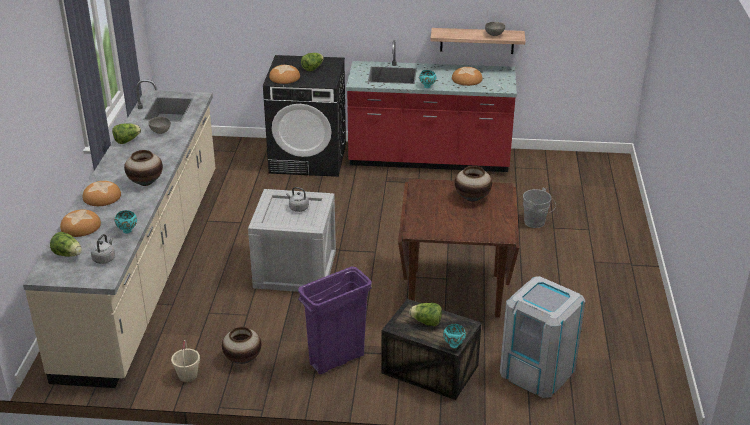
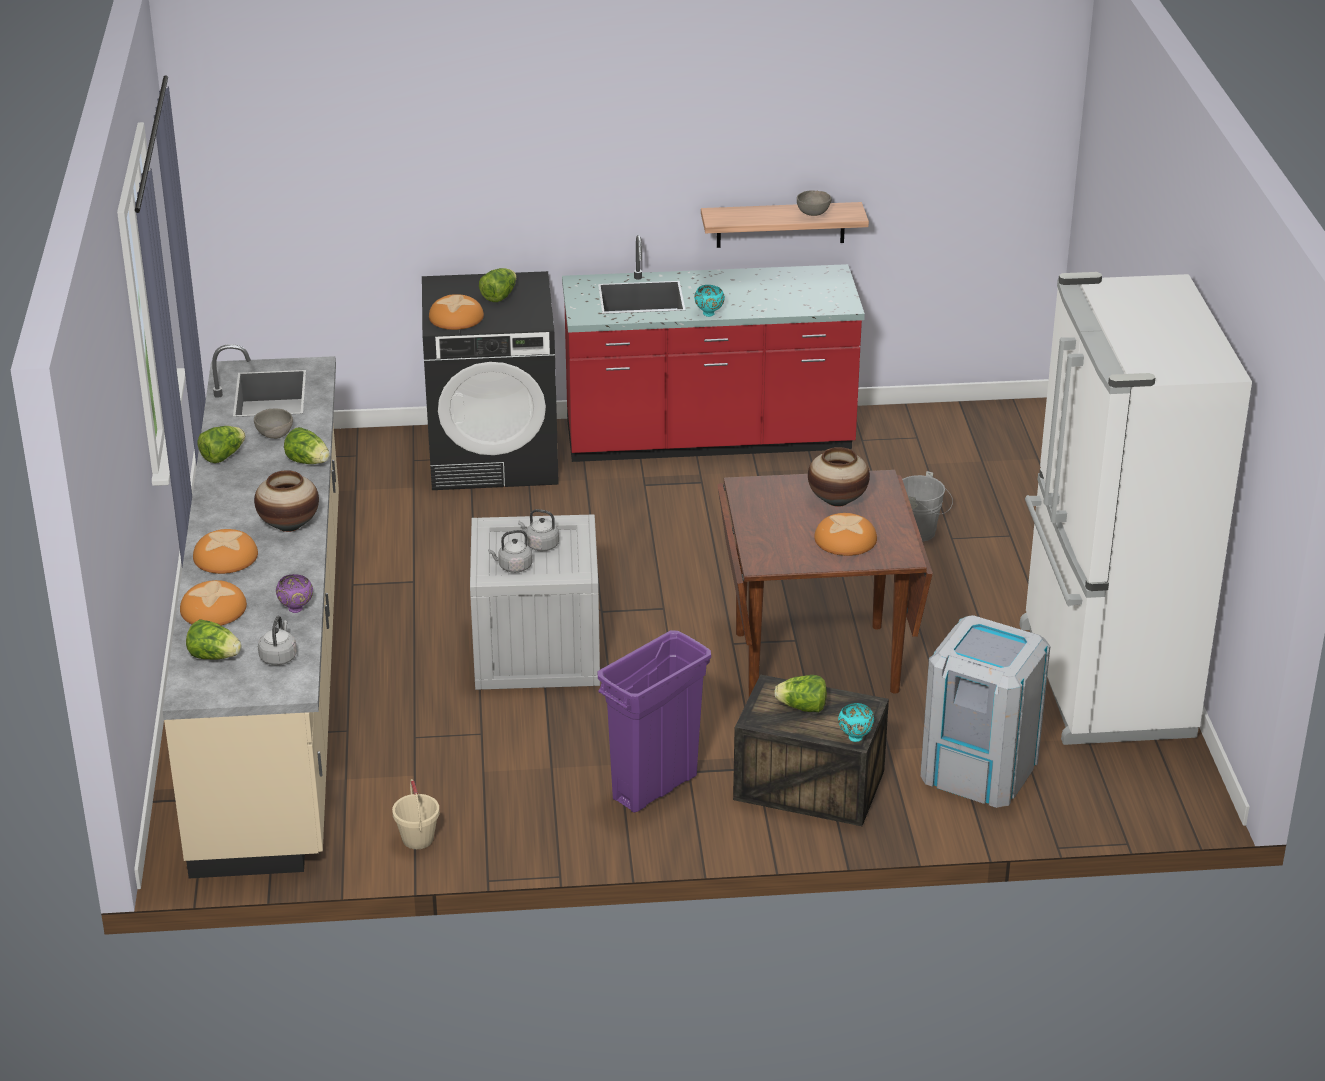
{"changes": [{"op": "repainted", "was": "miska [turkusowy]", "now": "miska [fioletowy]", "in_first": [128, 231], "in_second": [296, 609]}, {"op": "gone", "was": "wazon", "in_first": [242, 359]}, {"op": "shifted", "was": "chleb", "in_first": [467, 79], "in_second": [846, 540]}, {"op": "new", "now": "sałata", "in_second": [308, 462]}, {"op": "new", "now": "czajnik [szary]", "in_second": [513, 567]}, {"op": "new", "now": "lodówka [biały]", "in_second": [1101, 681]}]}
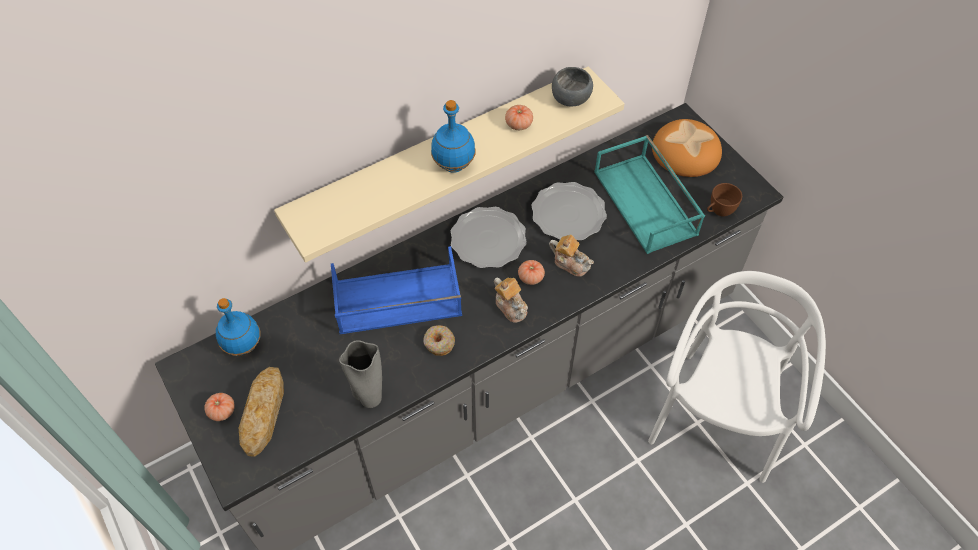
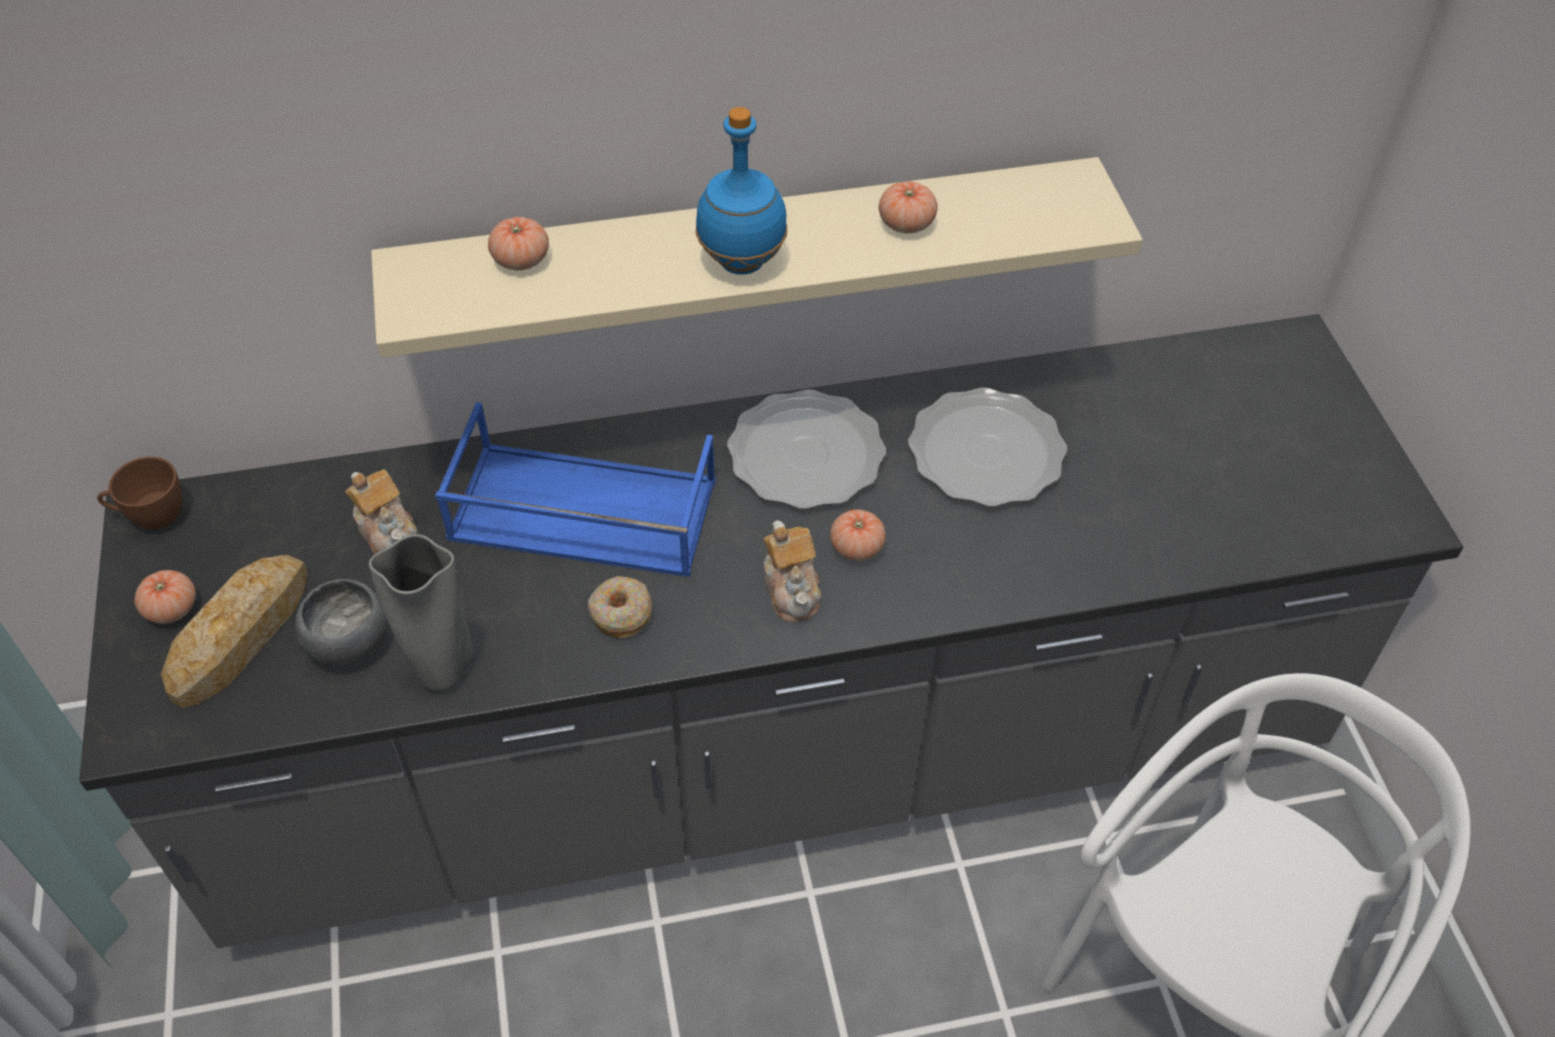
{"changes": [{"op": "gone", "was": "butelka [niebieski]", "in_first": [244, 345]}, {"op": "shifted", "was": "imbryk", "in_first": [570, 263], "in_second": [388, 532]}, {"op": "shifted", "was": "miska [szary]", "in_first": [571, 98], "in_second": [351, 642]}, {"op": "gone", "was": "taca [turkusowy]", "in_first": [647, 203]}, {"op": "gone", "was": "chleb", "in_first": [686, 152]}, {"op": "shifted", "was": "filiżanka [brązowy]", "in_first": [718, 211], "in_second": [151, 517]}, {"op": "new", "now": "pomidor", "in_second": [521, 260]}]}
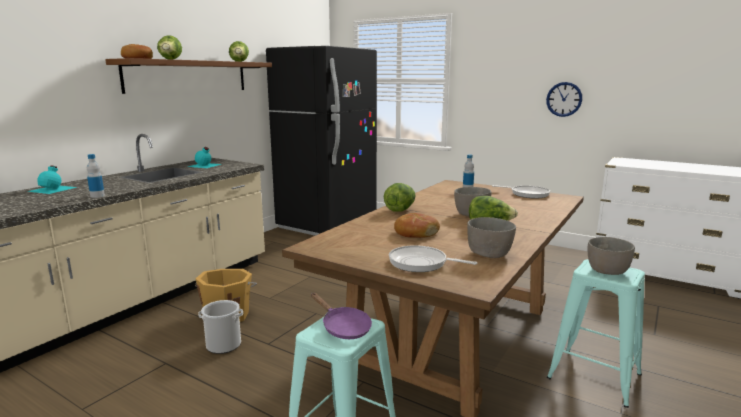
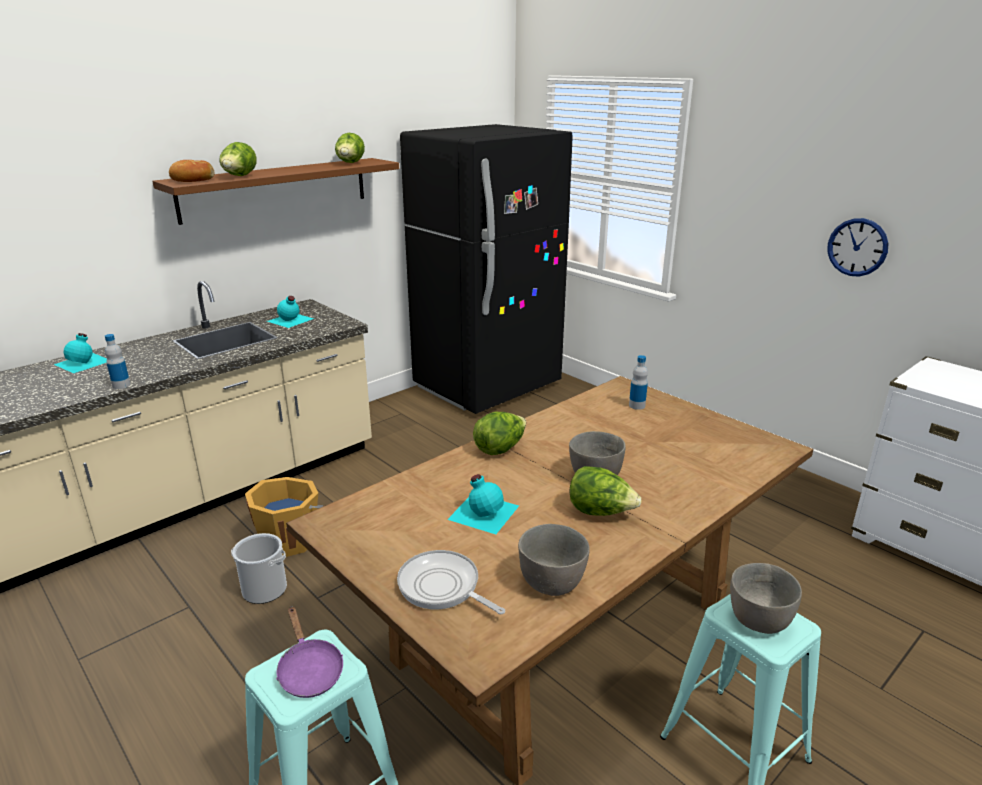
{"changes": [{"op": "swapped", "was": "chleb", "now": "butelka [turkusowy]", "in_first": [415, 233], "in_second": [483, 511]}, {"op": "gone", "was": "patelnia", "in_first": [527, 194]}]}
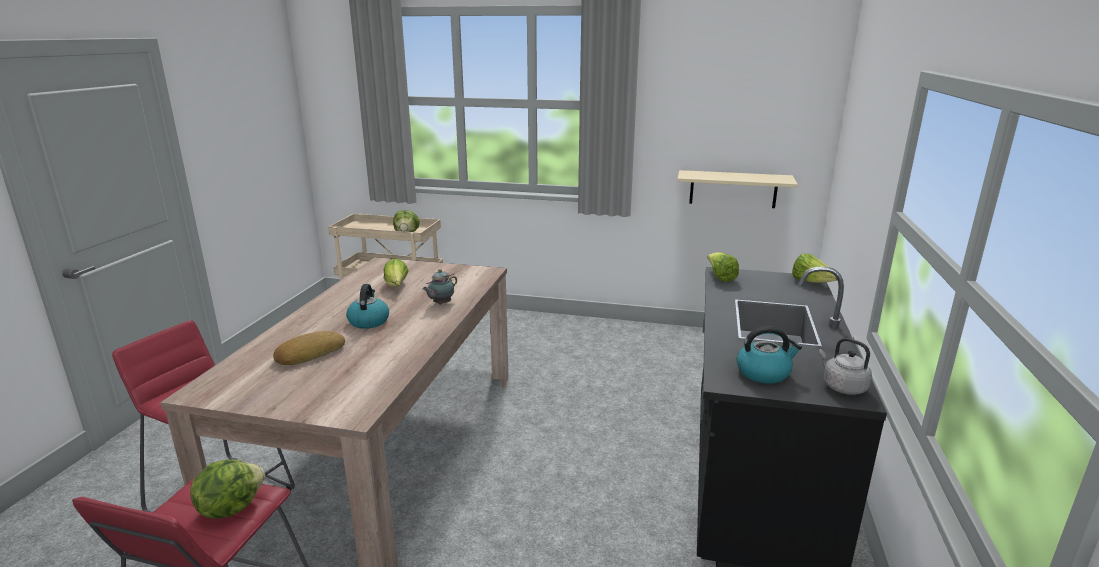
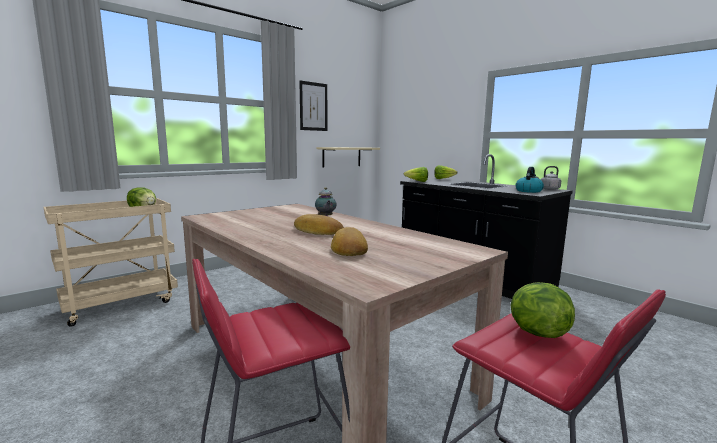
{"changes": [{"op": "swapped", "was": "czajnik", "now": "chleb", "in_first": [368, 321], "in_second": [317, 231]}, {"op": "gone", "was": "sałata", "in_first": [397, 286]}, {"op": "new", "now": "obraz", "in_second": [313, 106]}]}
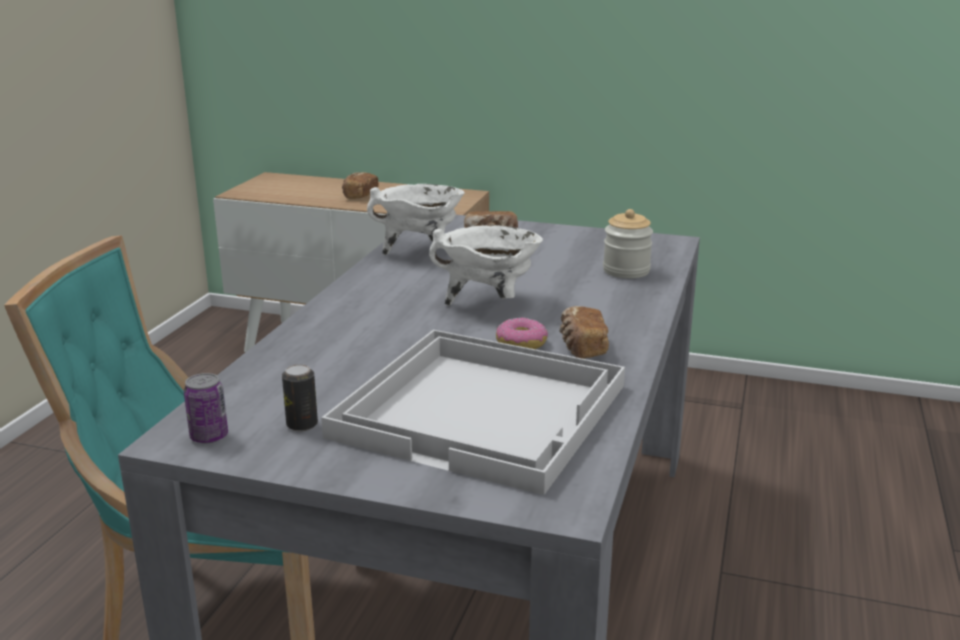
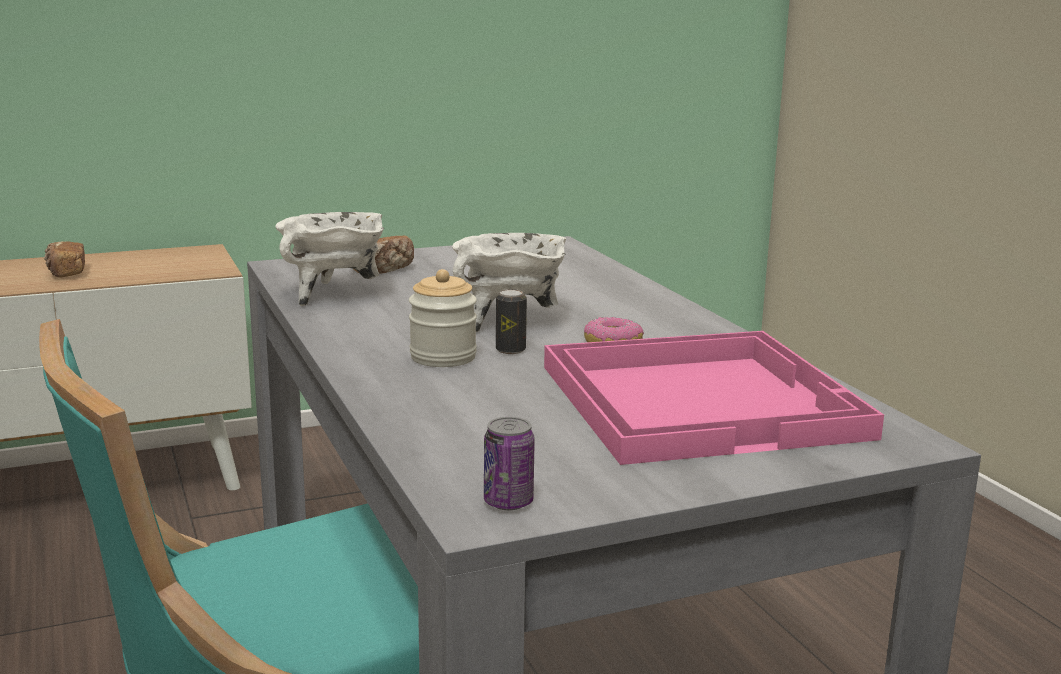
{"changes": [{"op": "shifted", "was": "puszka", "in_first": [302, 425], "in_second": [510, 350]}, {"op": "repainted", "was": "taca [biały]", "now": "taca [różowy]", "in_first": [484, 410], "in_second": [701, 399]}, {"op": "gone", "was": "chleb", "in_first": [581, 348]}, {"op": "shifted", "was": "słoik", "in_first": [626, 271], "in_second": [443, 357]}]}
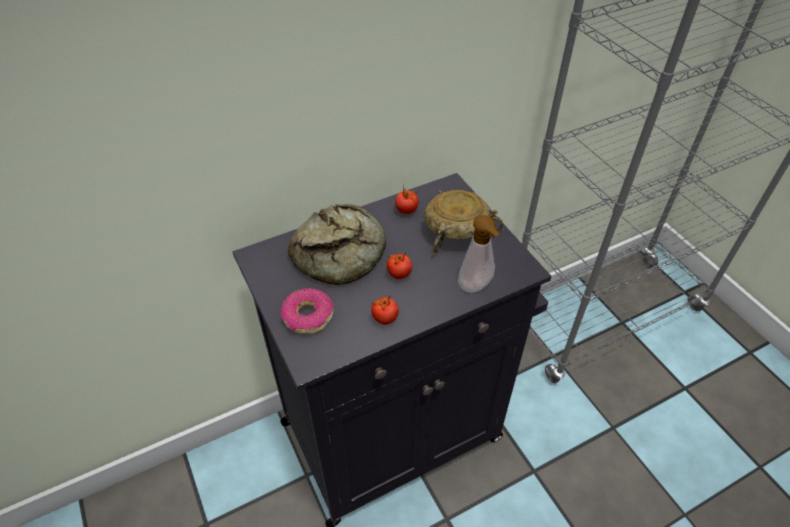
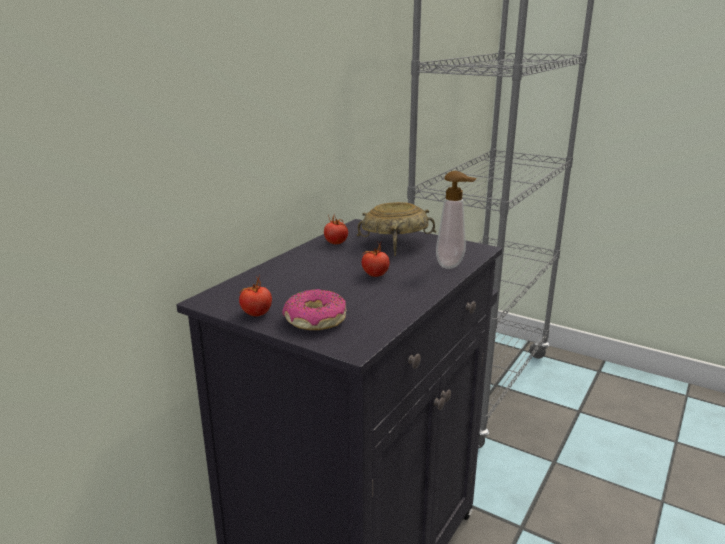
{"changes": [{"op": "gone", "was": "chleb", "in_first": [342, 252]}, {"op": "shifted", "was": "pomidor", "in_first": [385, 318], "in_second": [256, 314]}]}
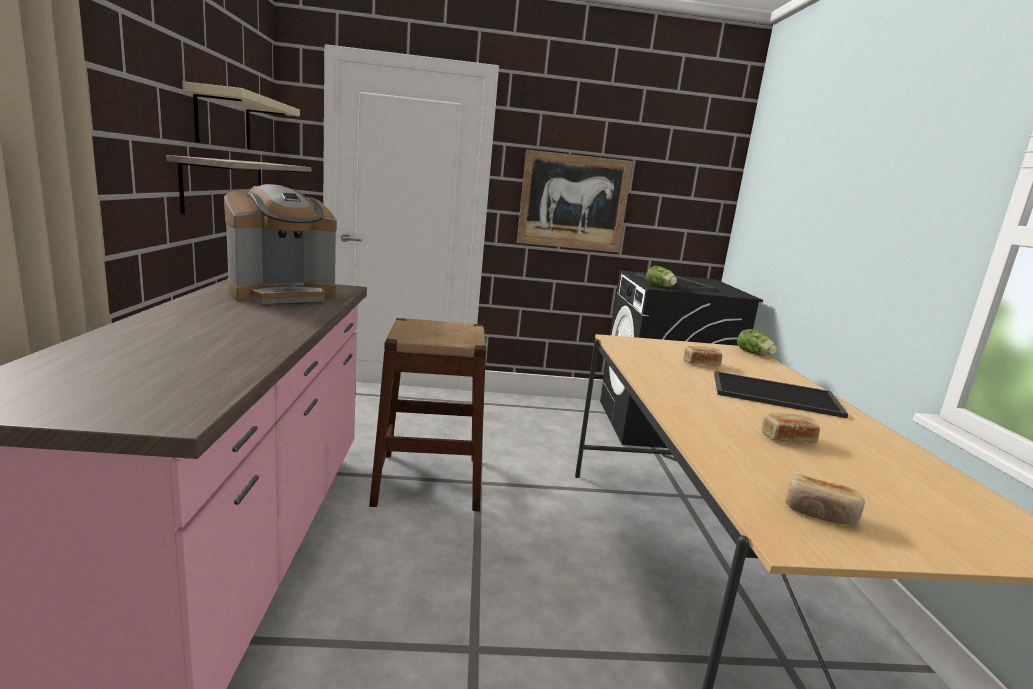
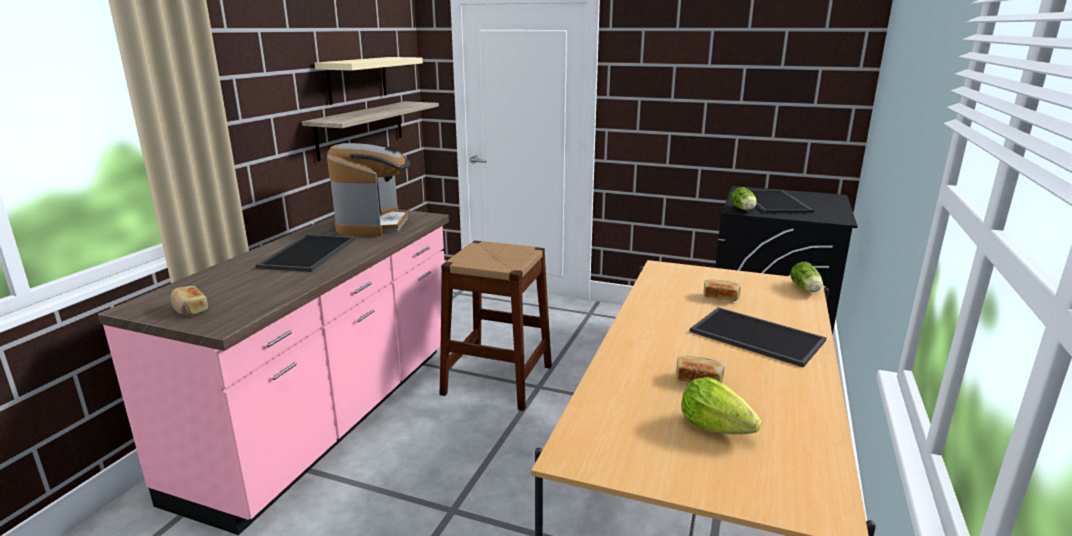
{"changes": [{"op": "rotated", "was": "ekspres do kawy", "in_first": [283, 294], "in_second": [373, 225], "clockwise": -75}, {"op": "gone", "was": "obraz", "in_first": [573, 202]}, {"op": "shifted", "was": "chleb", "in_first": [820, 513], "in_second": [189, 309]}, {"op": "new", "now": "taca", "in_second": [310, 253]}, {"op": "new", "now": "sałata", "in_second": [714, 427]}]}
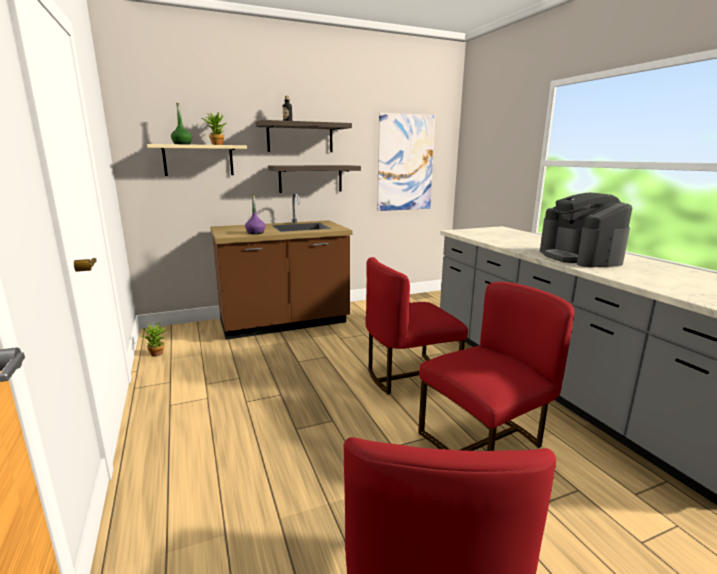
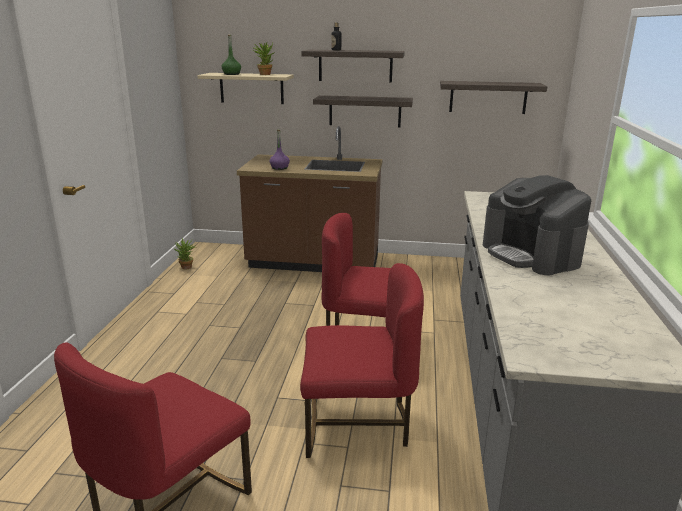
{"changes": [{"op": "swapped", "was": "obraz", "now": "półka", "in_first": [405, 163], "in_second": [488, 97]}, {"op": "rotated", "was": "ekspres do kawy", "in_first": [579, 257], "in_second": [531, 255], "clockwise": -45}]}
